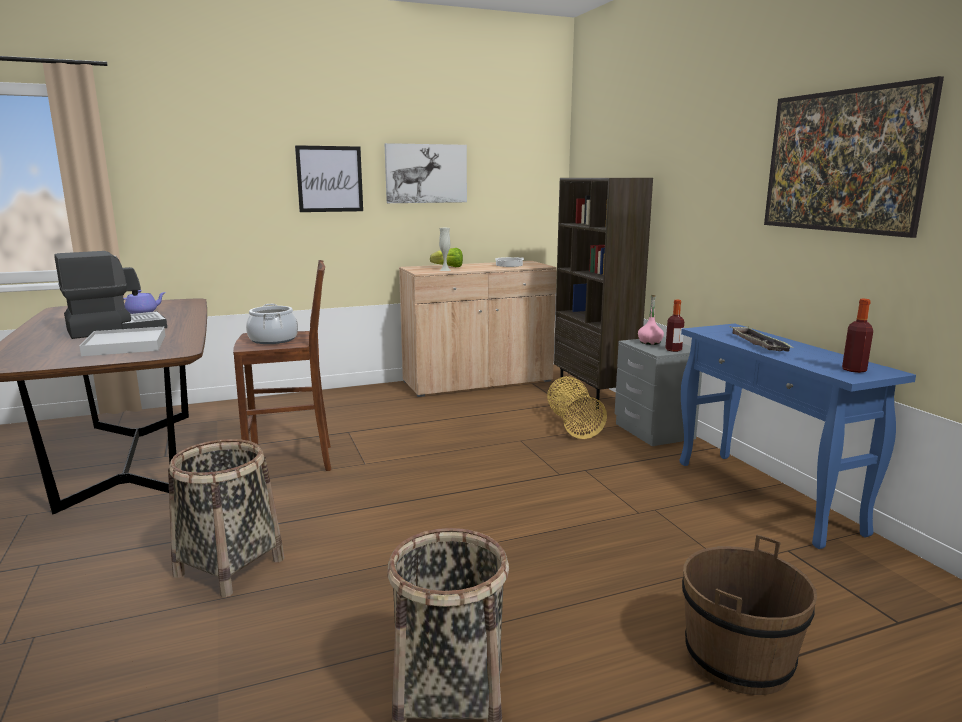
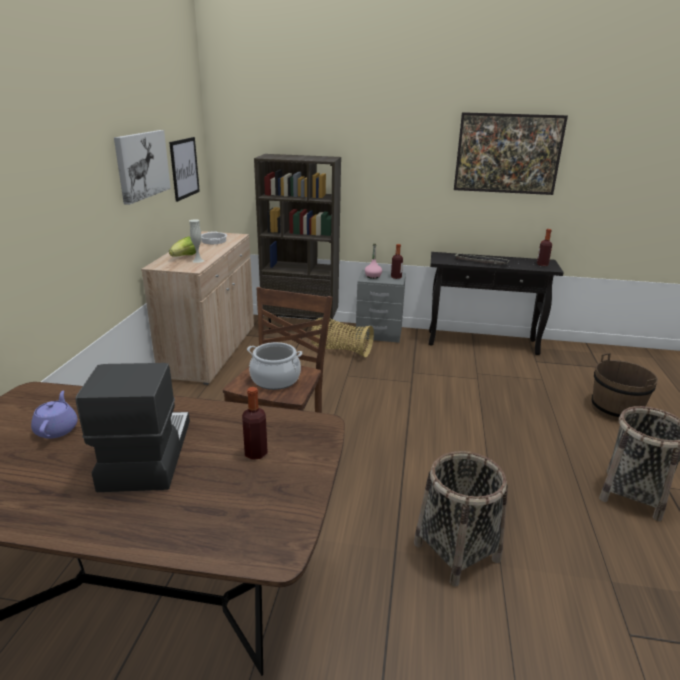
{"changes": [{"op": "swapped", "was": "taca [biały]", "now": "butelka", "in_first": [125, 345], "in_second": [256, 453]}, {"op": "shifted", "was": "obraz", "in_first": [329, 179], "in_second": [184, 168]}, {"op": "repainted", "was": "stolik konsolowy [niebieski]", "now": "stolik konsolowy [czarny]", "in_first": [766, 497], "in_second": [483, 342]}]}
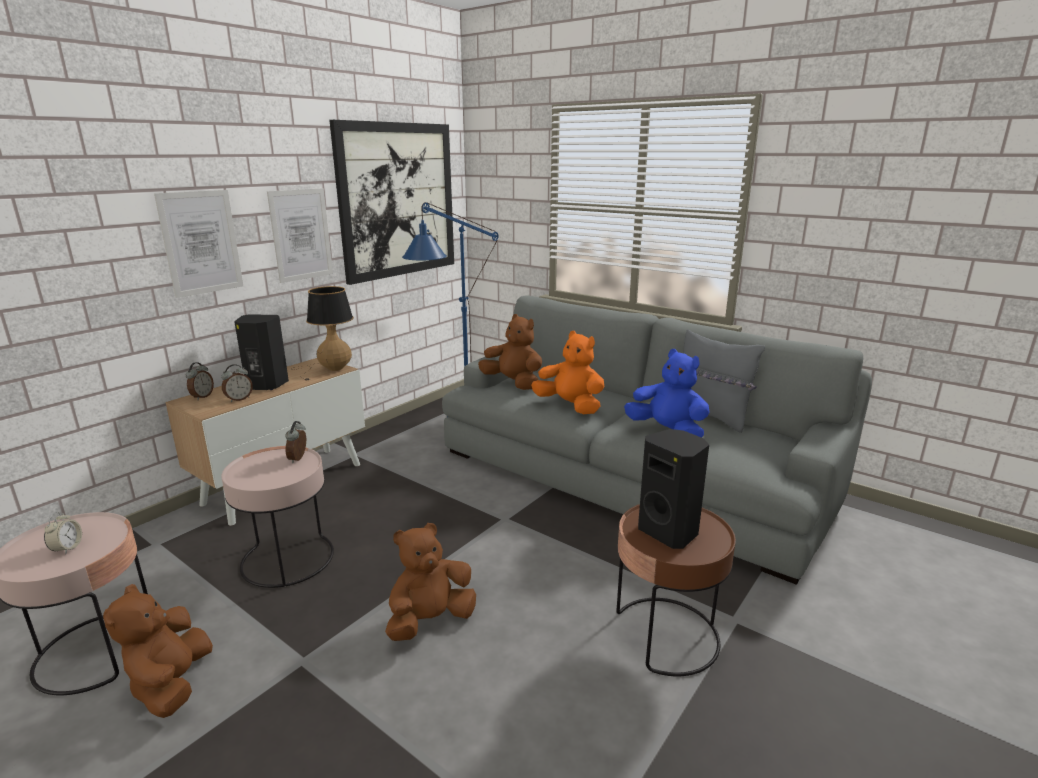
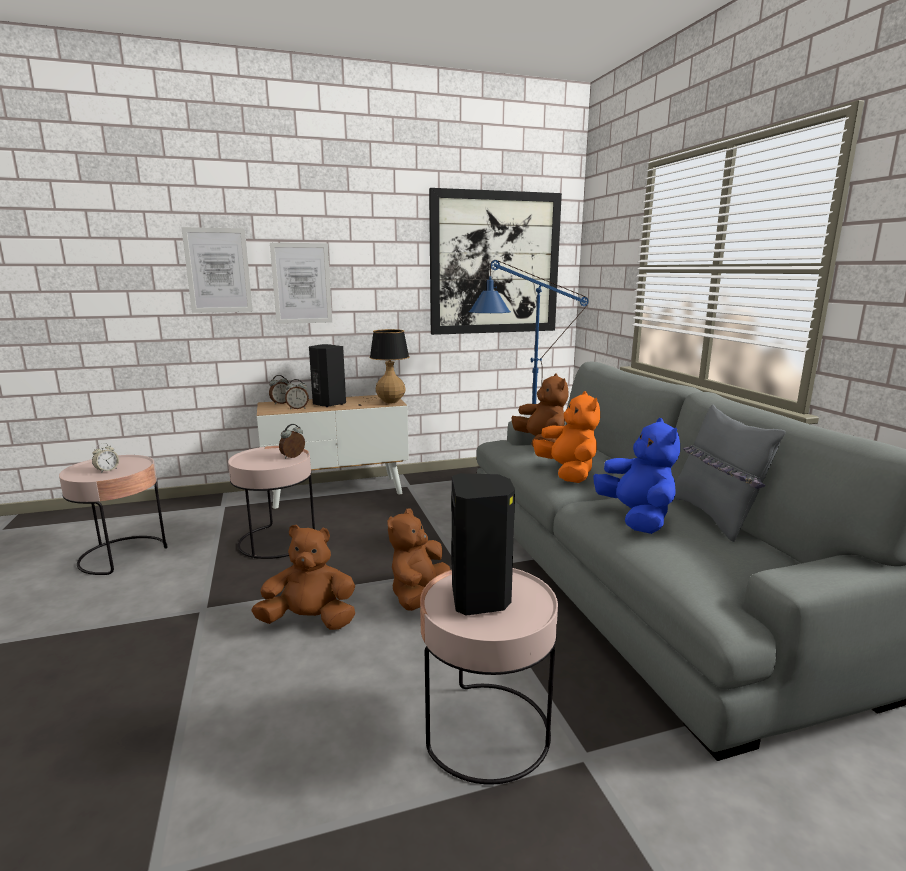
{"changes": [{"op": "shifted", "was": "pluszak [brązowy]", "in_first": [172, 684], "in_second": [419, 596]}, {"op": "shifted", "was": "obraz", "in_first": [301, 235], "in_second": [218, 270]}, {"op": "repainted", "was": "stolik [brązowy]", "now": "stolik [różowy]", "in_first": [665, 635], "in_second": [486, 731]}]}
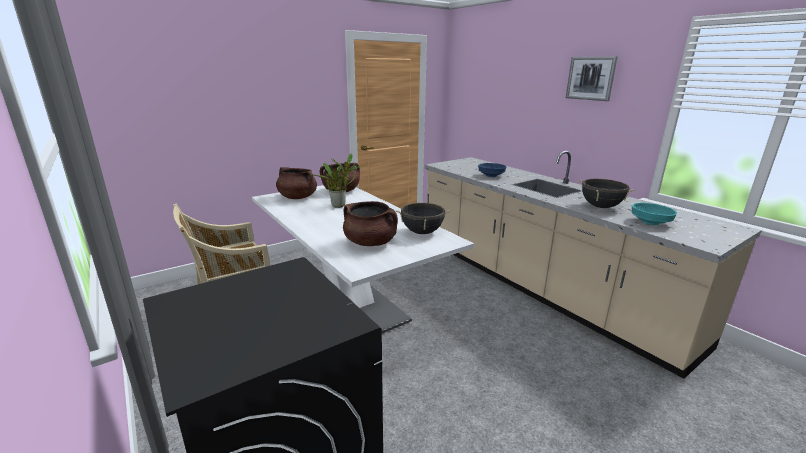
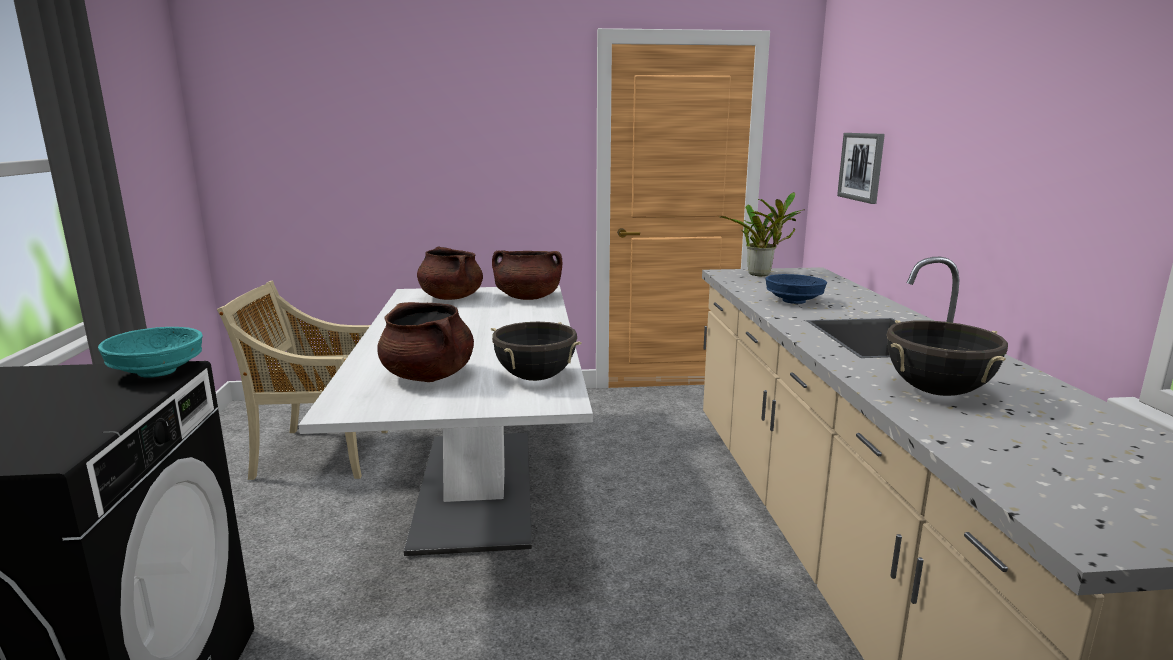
{"changes": [{"op": "shifted", "was": "roślina doniczkowa", "in_first": [340, 205], "in_second": [762, 274]}, {"op": "shifted", "was": "obraz", "in_first": [590, 78], "in_second": [861, 166]}, {"op": "shifted", "was": "miska [turkusowy]", "in_first": [650, 223], "in_second": [156, 372]}]}
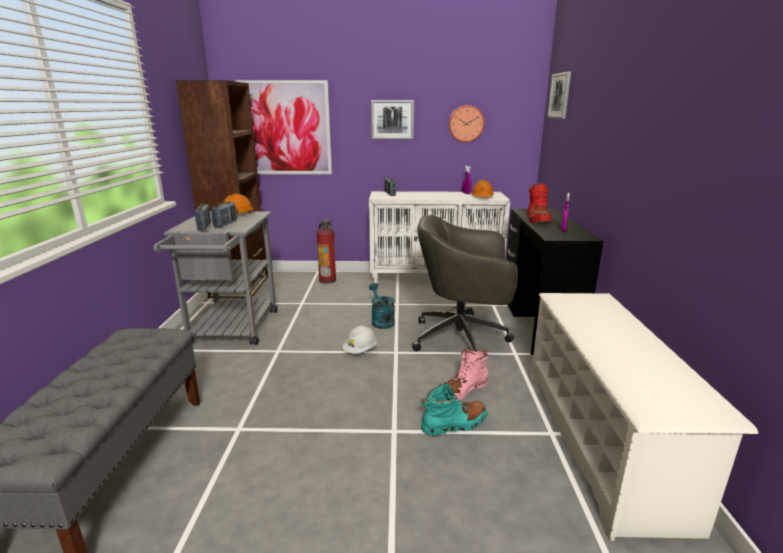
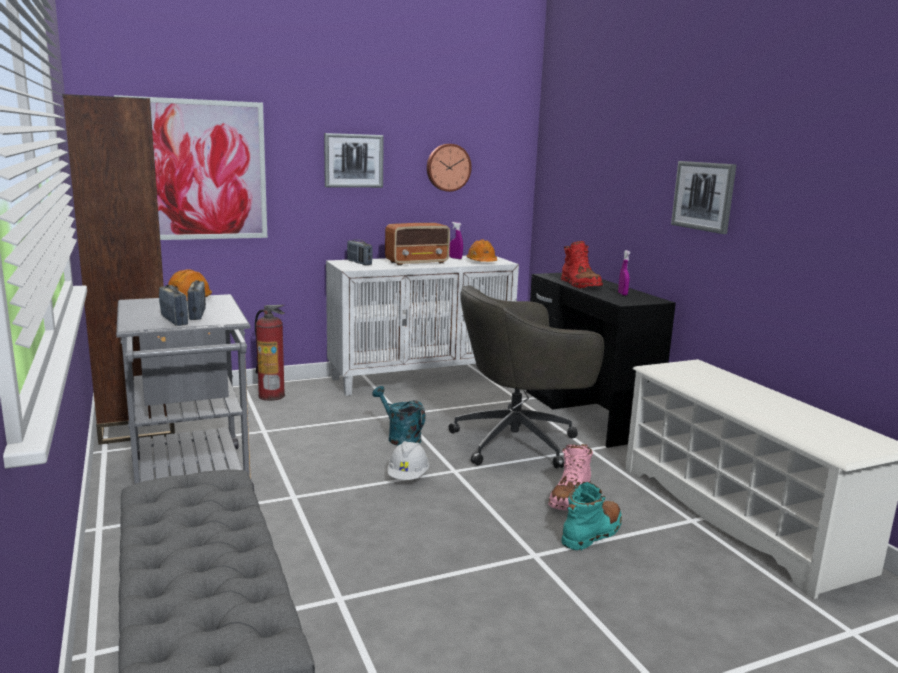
{"changes": [{"op": "shifted", "was": "obraz", "in_first": [560, 95], "in_second": [703, 196]}, {"op": "new", "now": "radio", "in_second": [417, 262]}]}
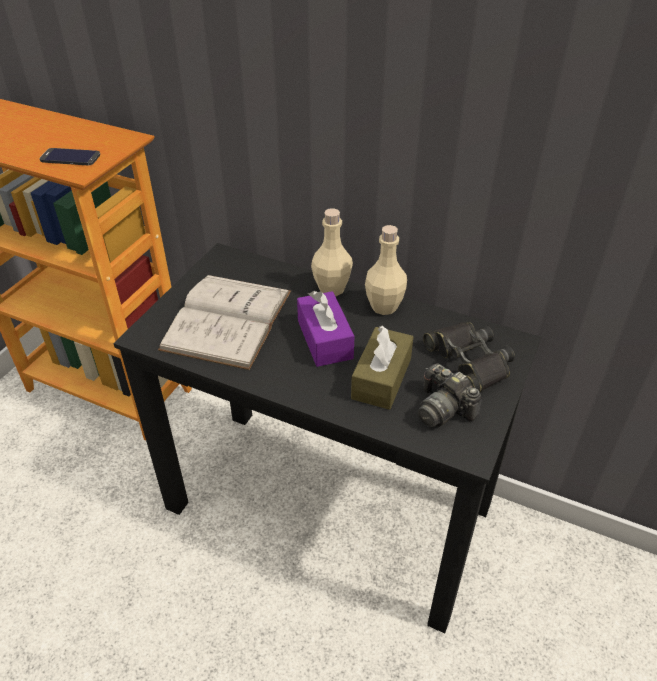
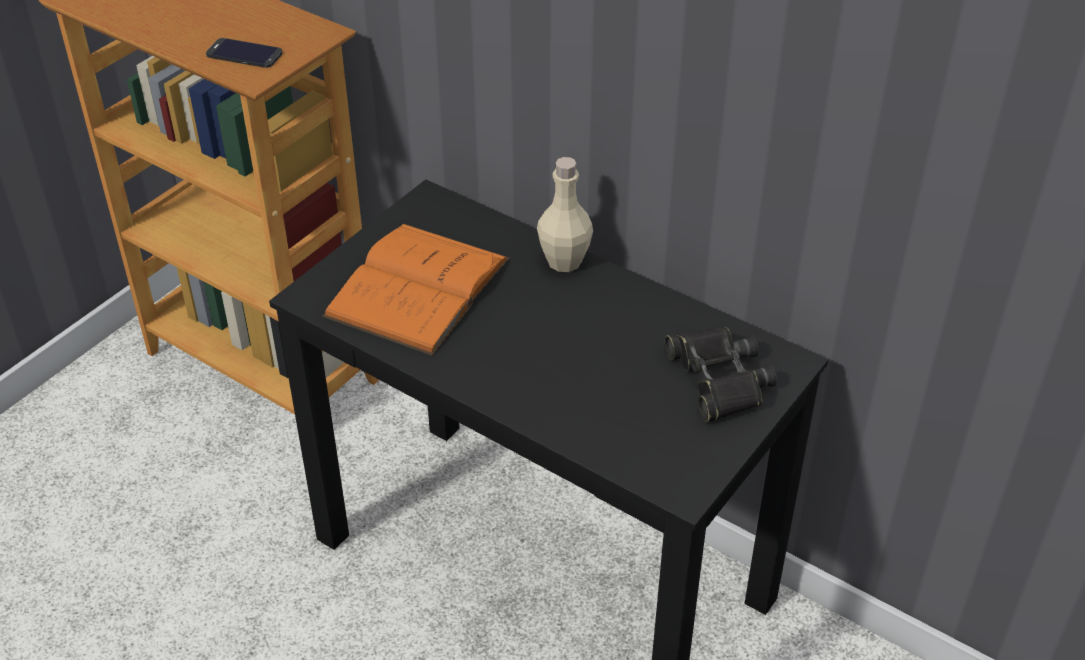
{"changes": [{"op": "repainted", "was": "książka [biały]", "now": "książka [pomarańczowy]", "in_first": [227, 319], "in_second": [418, 287]}, {"op": "gone", "was": "pudełko chusteczek [fioletowy]", "in_first": [325, 339]}, {"op": "gone", "was": "pudełko chusteczek [brązowy]", "in_first": [381, 378]}, {"op": "gone", "was": "butelka [beżowy]", "in_first": [384, 306]}, {"op": "gone", "was": "aparat fotograficzny", "in_first": [443, 409]}]}
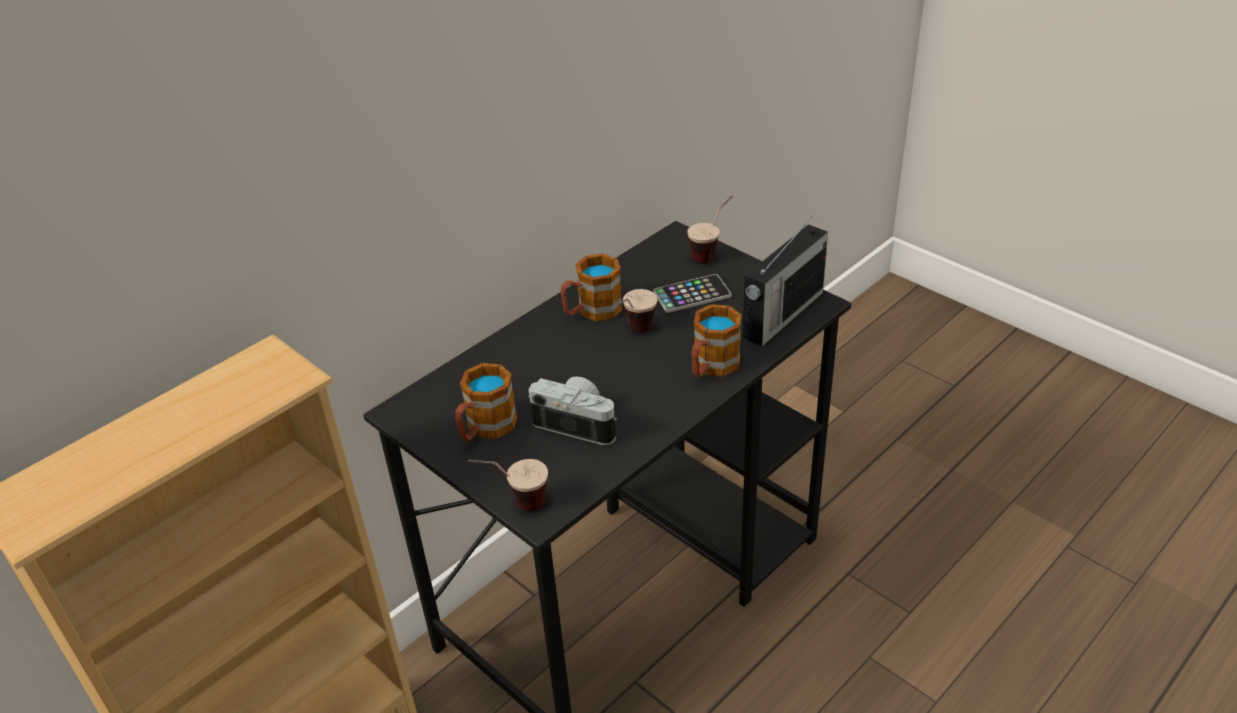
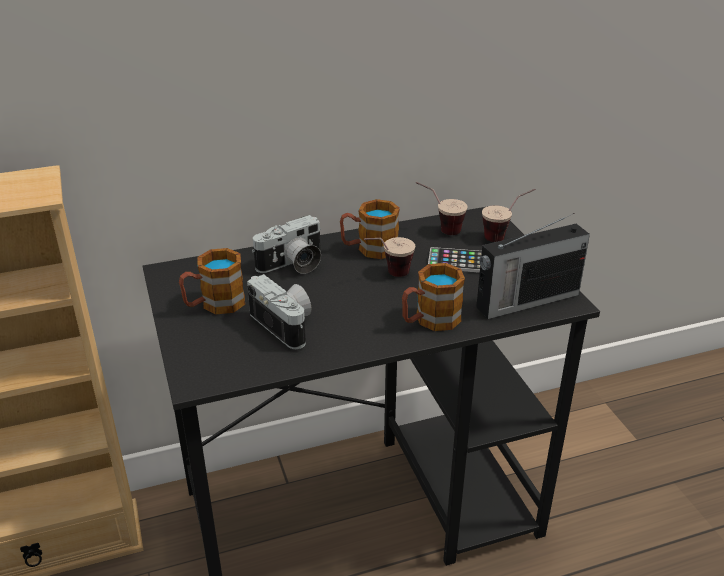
{"changes": [{"op": "shifted", "was": "filiżanka", "in_first": [514, 504], "in_second": [439, 229]}, {"op": "new", "now": "aparat fotograficzny", "in_second": [293, 265]}]}
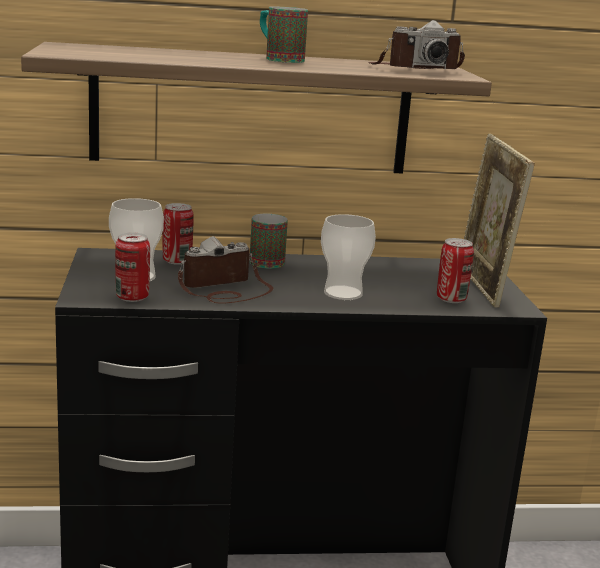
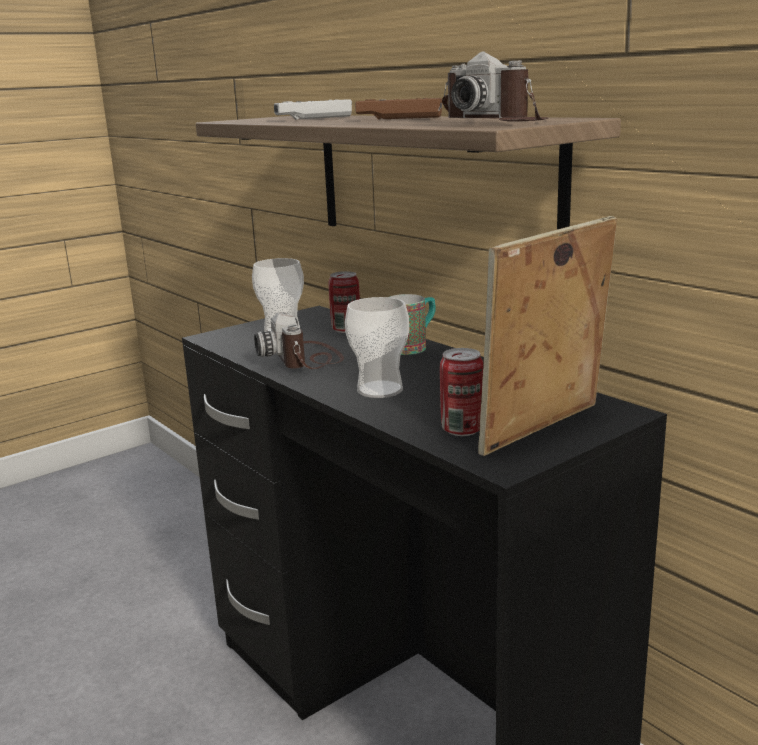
{"changes": [{"op": "gone", "was": "puszka", "in_first": [132, 297]}, {"op": "rotated", "was": "aparat fotograficzny", "in_first": [225, 290], "in_second": [304, 358], "clockwise": -135}, {"op": "swapped", "was": "kubek", "now": "pad do gier [brązowy]", "in_first": [279, 59], "in_second": [399, 118]}, {"op": "new", "now": "pad do gier [biały]", "in_second": [314, 118]}]}
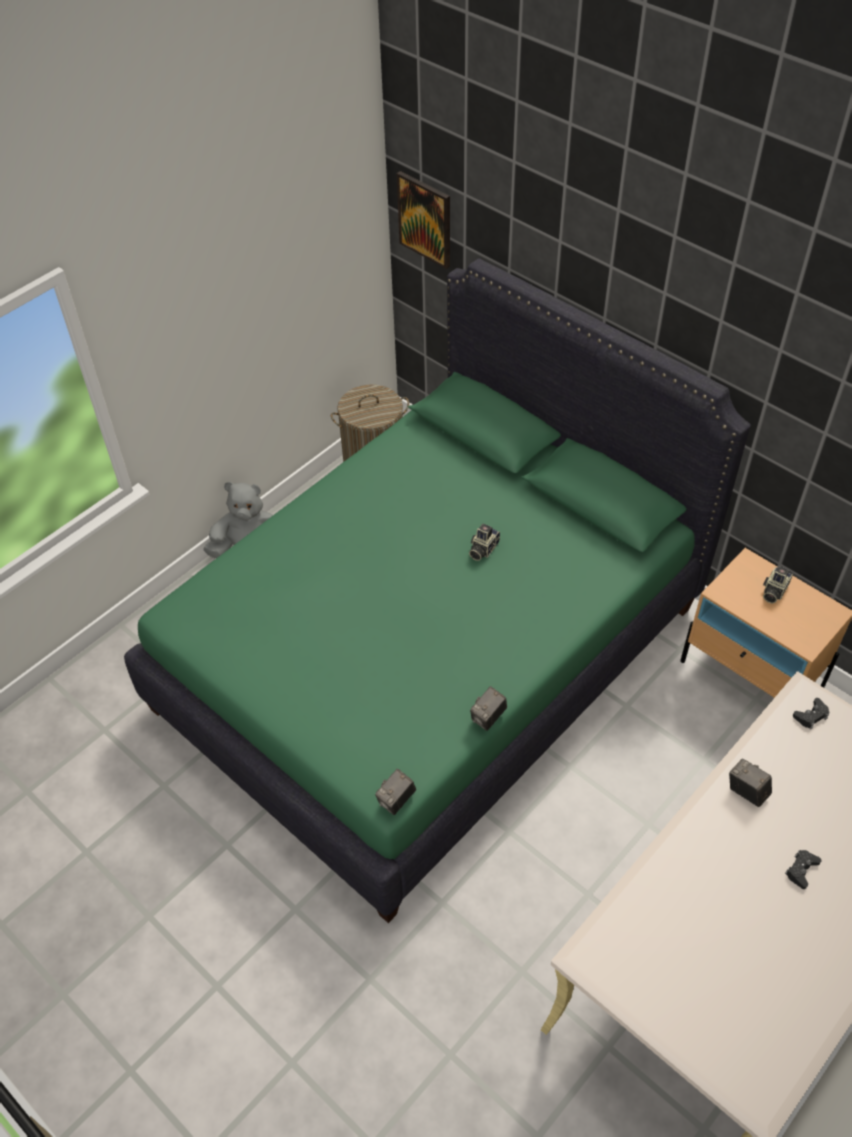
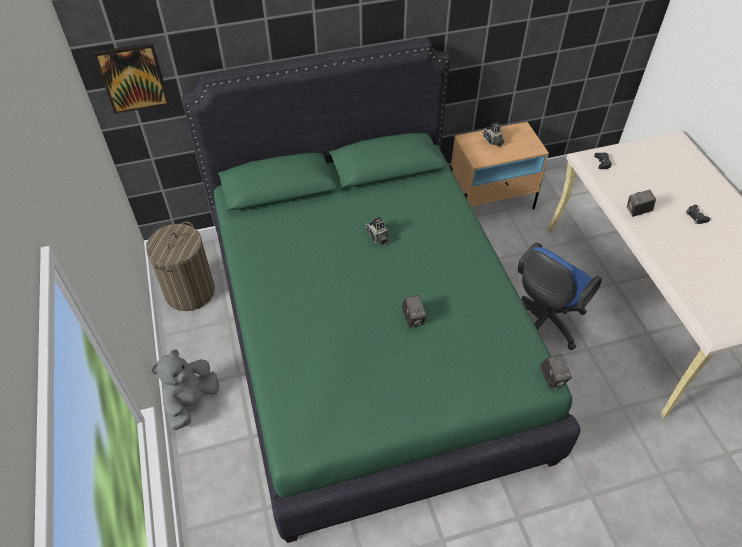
{"changes": [{"op": "shifted", "was": "aparat fotograficzny", "in_first": [488, 718], "in_second": [413, 318]}, {"op": "new", "now": "krzesło biurowe [niebieski]", "in_second": [542, 323]}]}
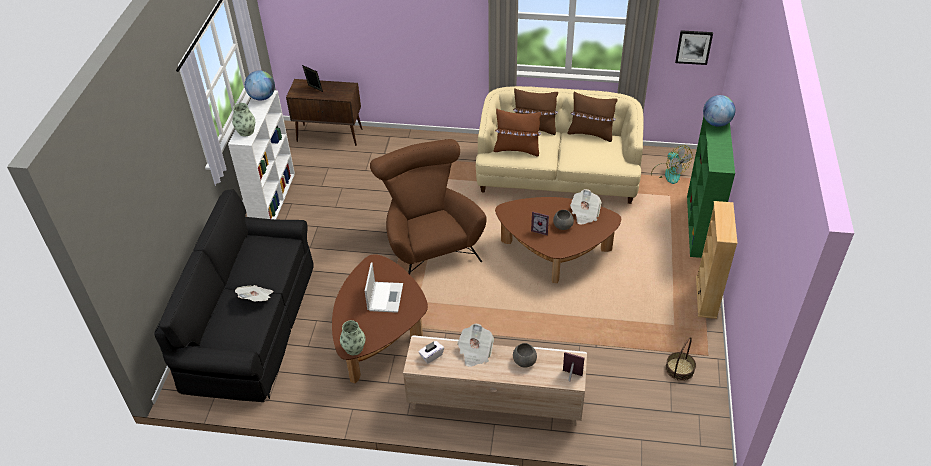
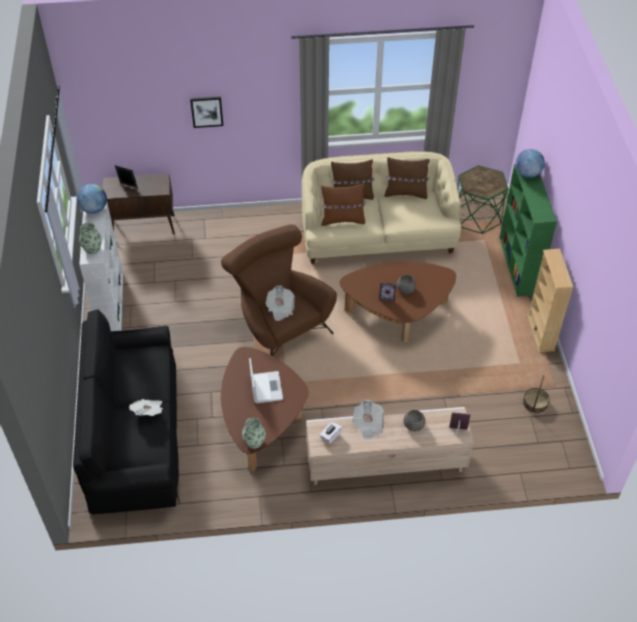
{"changes": [{"op": "shifted", "was": "gazeta", "in_first": [584, 214], "in_second": [280, 309]}, {"op": "swapped", "was": "wentylator", "now": "stolik [zielony]", "in_first": [668, 173], "in_second": [477, 217]}, {"op": "shifted", "was": "obraz", "in_first": [693, 47], "in_second": [207, 111]}]}
